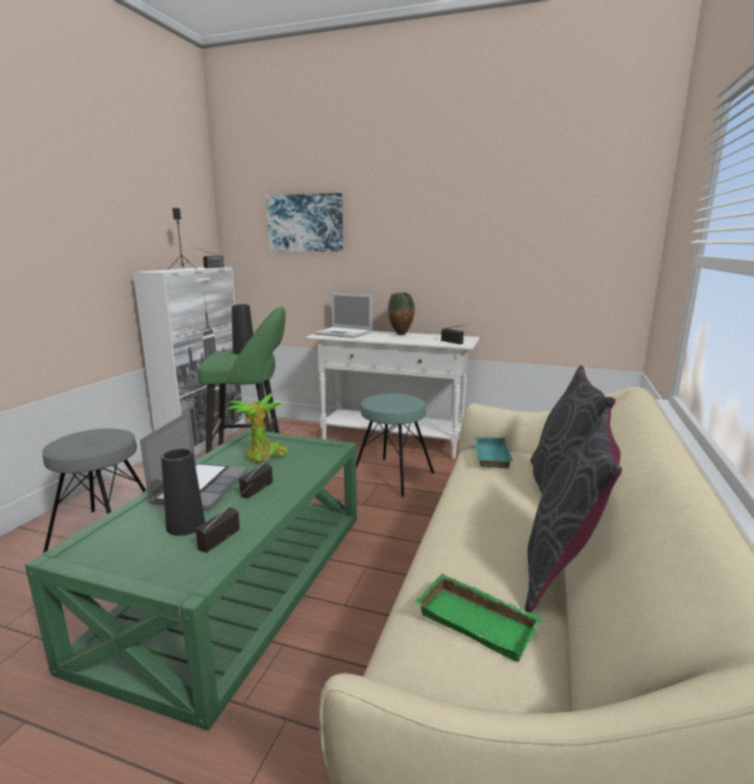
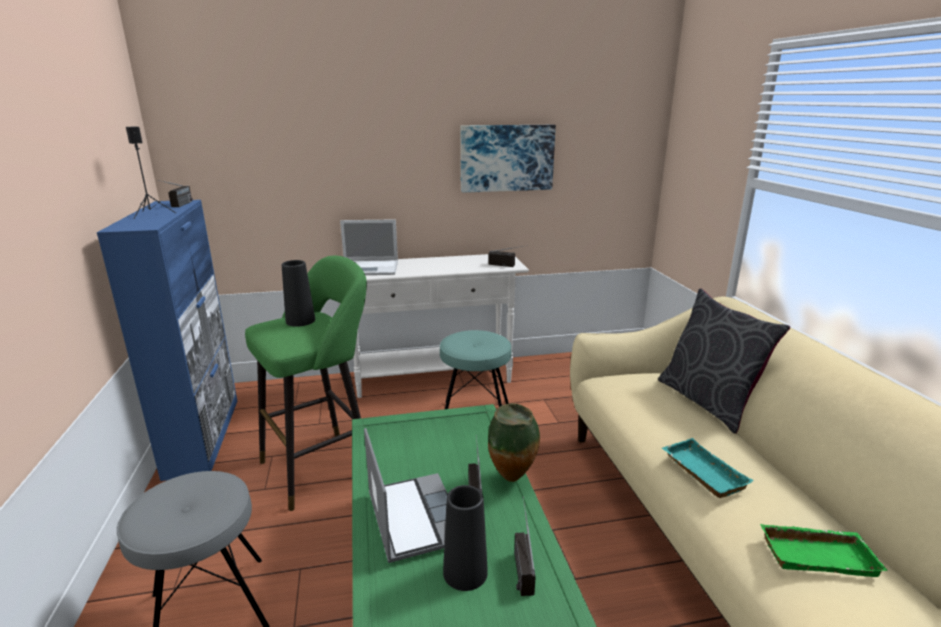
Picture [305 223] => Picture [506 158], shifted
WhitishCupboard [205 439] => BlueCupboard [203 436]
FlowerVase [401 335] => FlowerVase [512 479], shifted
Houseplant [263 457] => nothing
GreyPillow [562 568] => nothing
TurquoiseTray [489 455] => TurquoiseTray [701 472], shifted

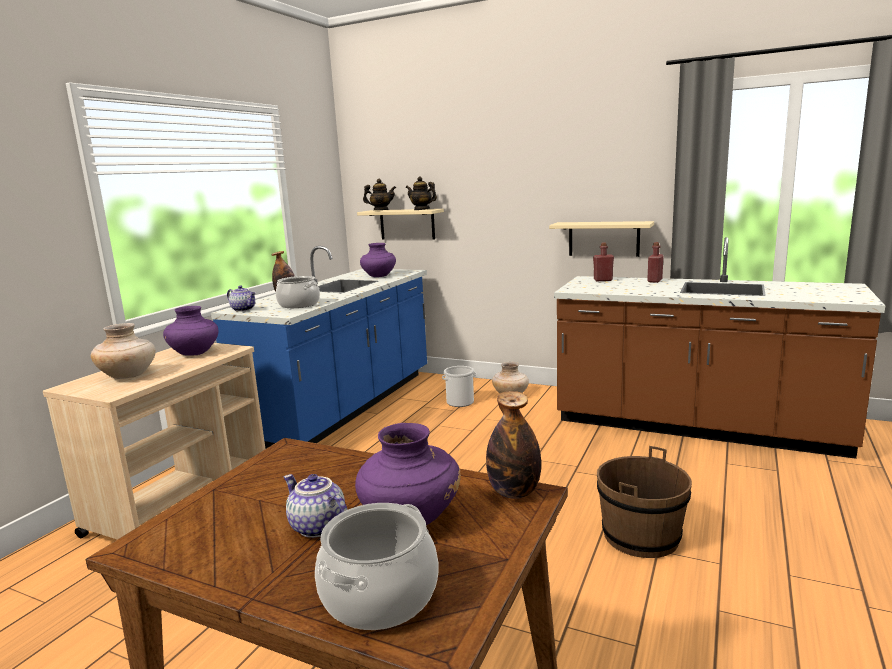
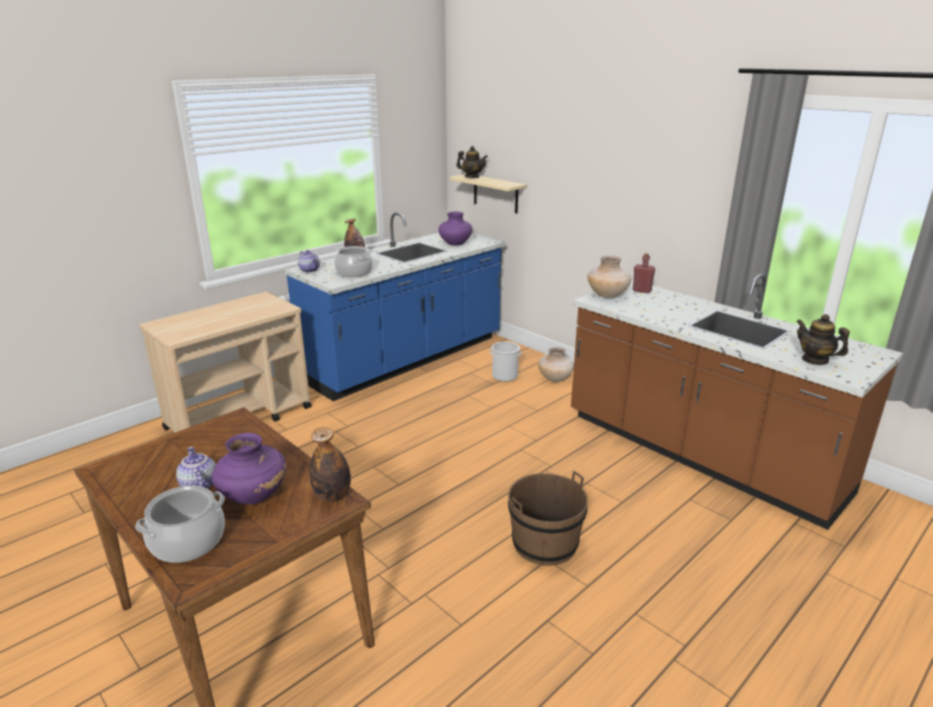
PotForTea [421 209] => PotForTea [815 360], shifted
BeigeBracketShelf [603 239] => nothing
RedColouredBottle [654 281] => nothing
PurpleColouredFlowerVase [195 353] => nothing
BeigeFlowerVase [129 376] => BeigeFlowerVase [607 295], shifted

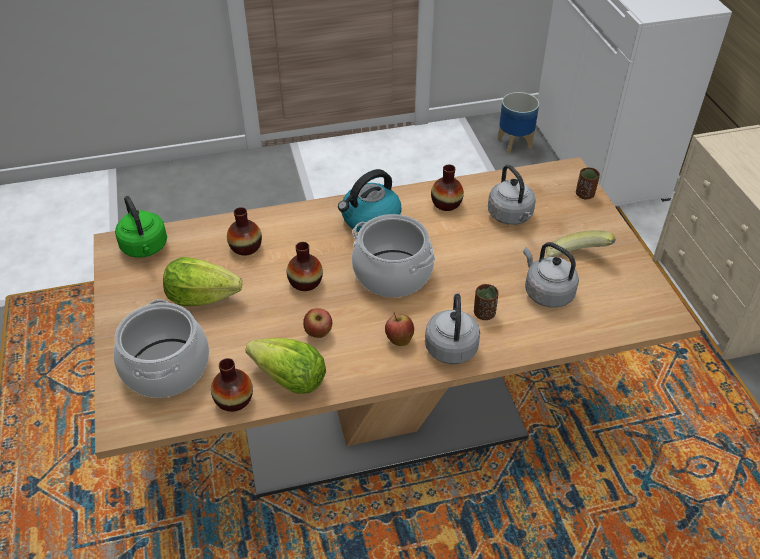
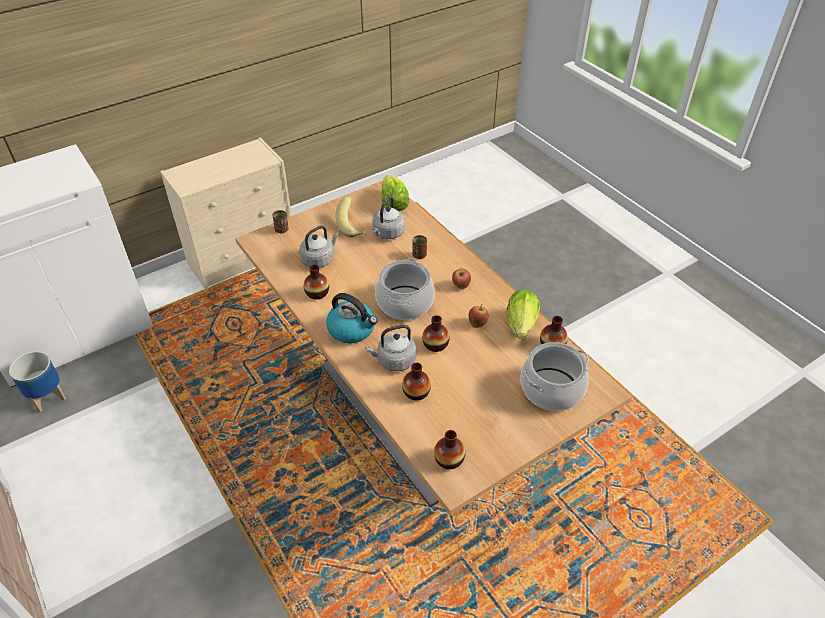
GreenColouredTeaKettle [145 248] => FlowerVase [449 459]
Lettuce [201 297] => Lettuce [393 204], shifted
GreyTeaKettle [451 346] => GreyTeaKettle [394 361], shifted

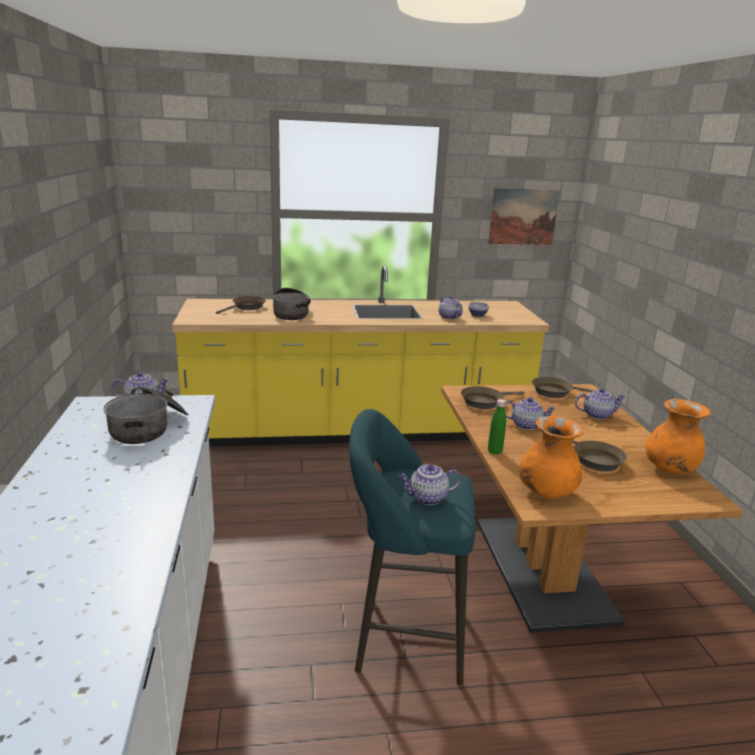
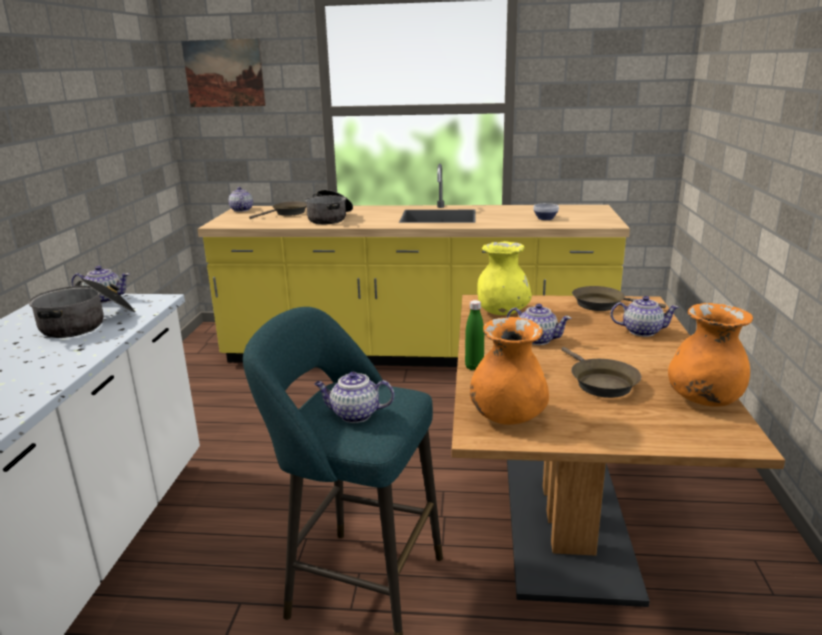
Picture [523 216] => Picture [224 73], shifted
PotForTea [449 317] => PotForTea [241 210], shifted
BrownPan [484 402] => YellowFlowerVase [502 312]

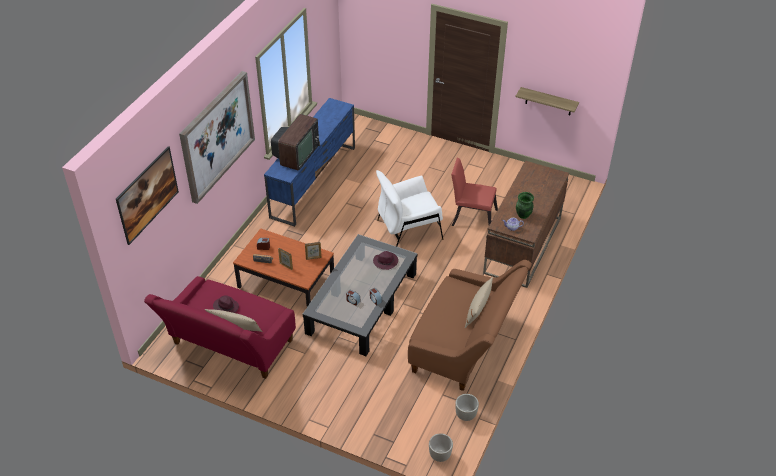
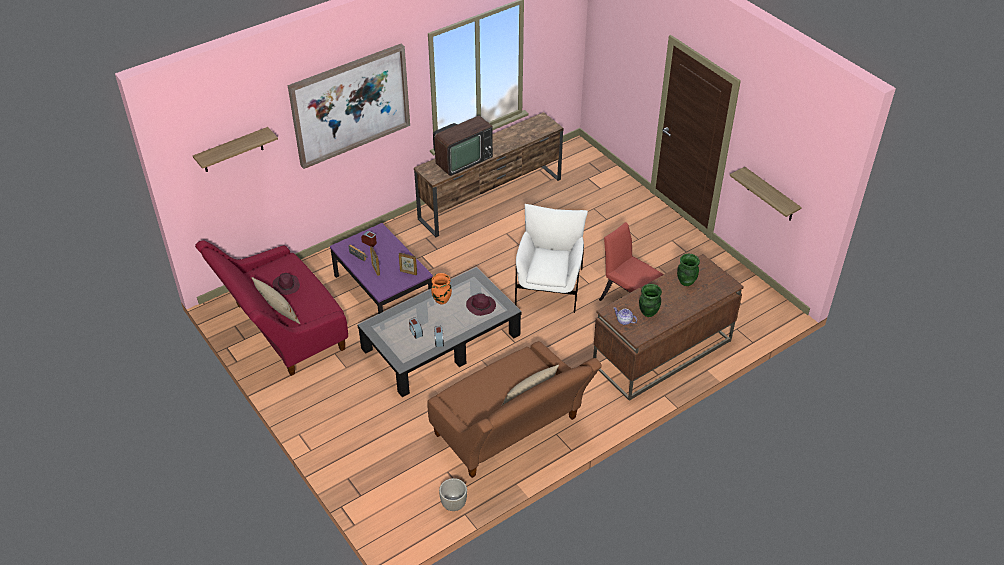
BlueMediaConsole [314 181] => BrownMediaConsole [491 199]
Picture [150 206] => BracketShelf [232 150]
WhitishArmchair [409 230] => WhitishArmchair [549 286], 90 degrees clockwise
BrownCoffeeTable [285 282] => PurpleColouredCoffeeTable [383 290]
GreyPlantPot [439 455] => nothing
nothing => GreenColouredFlowerVase [686 281]
nothing => OrangeColouredFlowerVase [441 300]

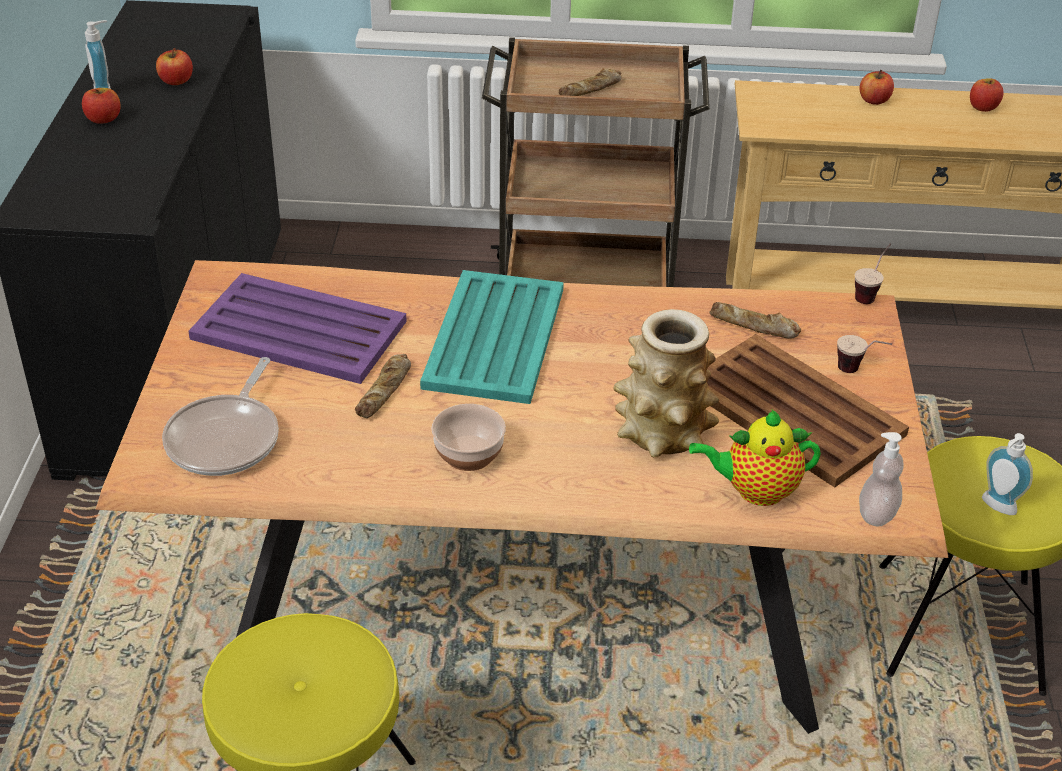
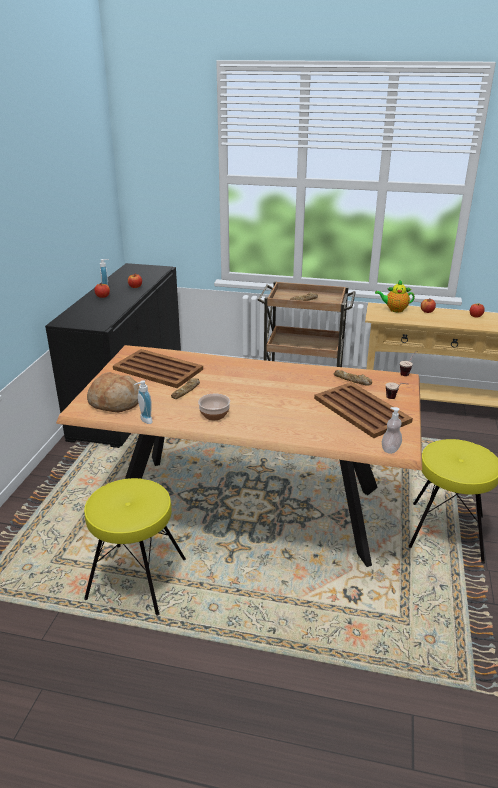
TurquoiseTray [495 336] => nothing
PurpleColouredTray [297 329] => BrownTray [157 369]
FlowerVase [662 432] => nothing
Pan [226 438] => BakeryBread [115 402]
PotForTea [755 491] => PotForTea [394 309], shifted
LiquidSoapBottle [996 507] => LiquidSoapBottle [144 420], shifted

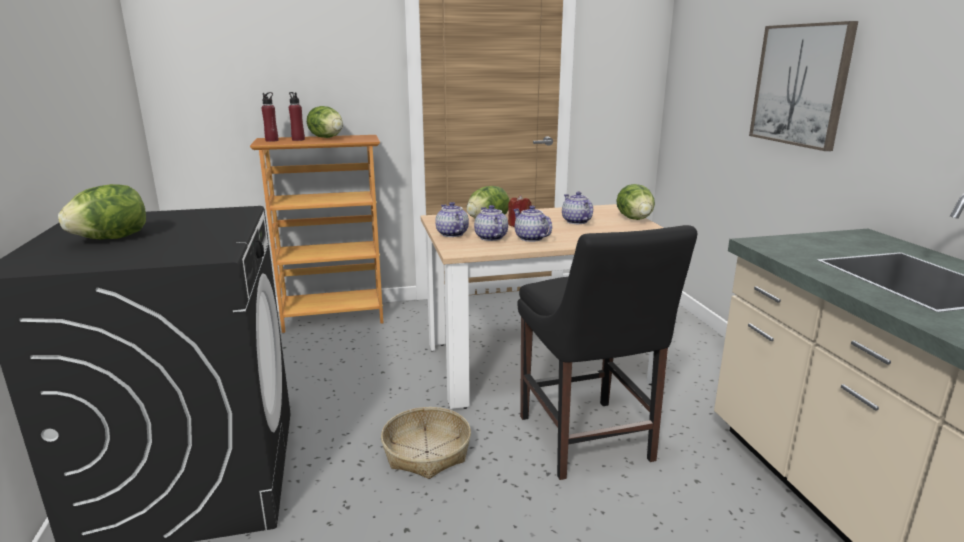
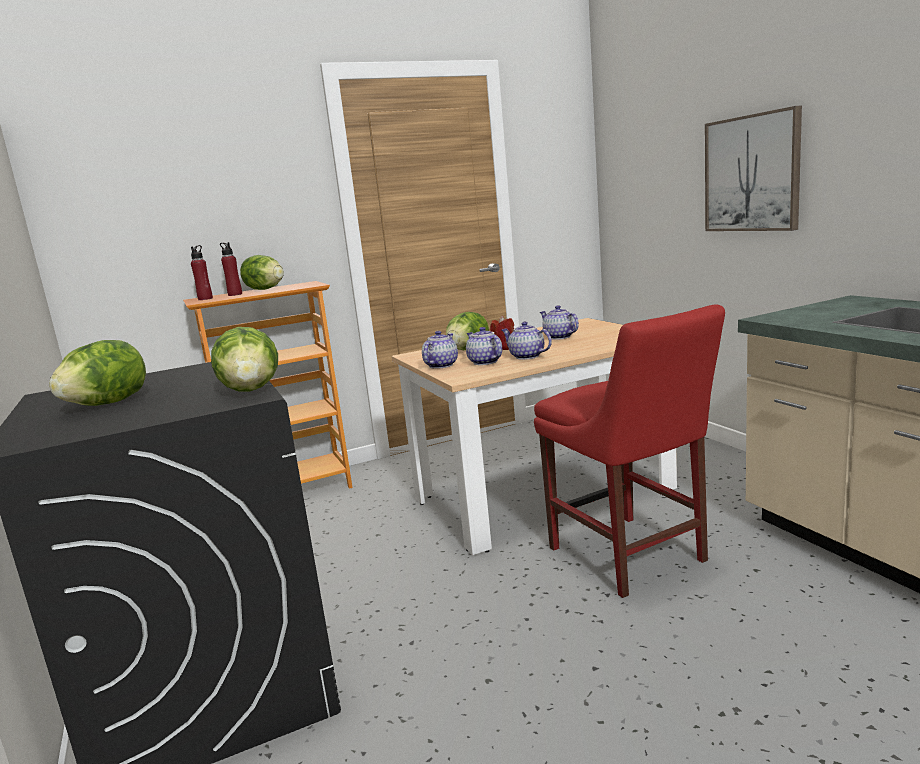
Lettuce [635 219] => Lettuce [251 390], shifted
PotForTea [451 234] => PotForTea [440 365], 60 degrees clockwise
BlackColouredPlainChair [587 442] => RedColouredPlainChair [630 557]
StorageBasket [426 452] => nothing

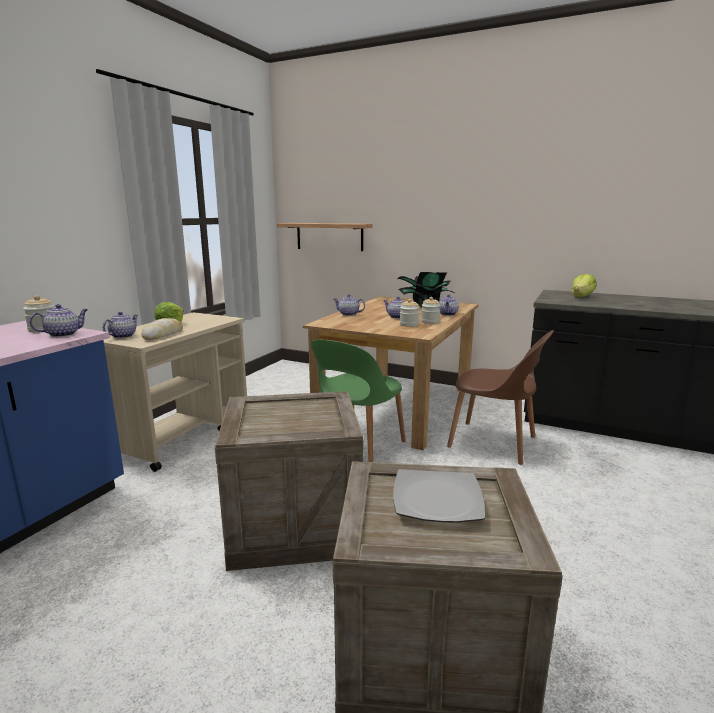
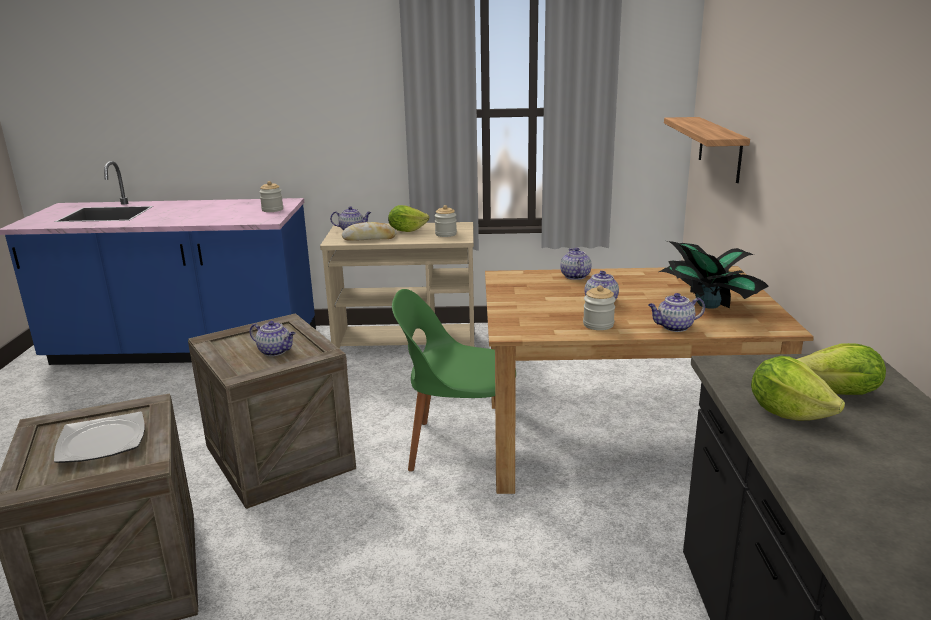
PreserveJar [409 324] => PreserveJar [446 234], shifted
PotForTea [63 334] => PotForTea [275 351], shifted
BrownPlainChair [495 443] => nothing
nothing => Lettuce [788 413]

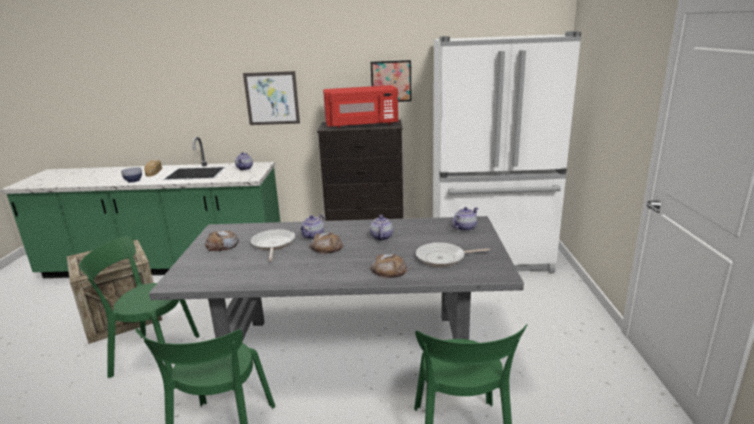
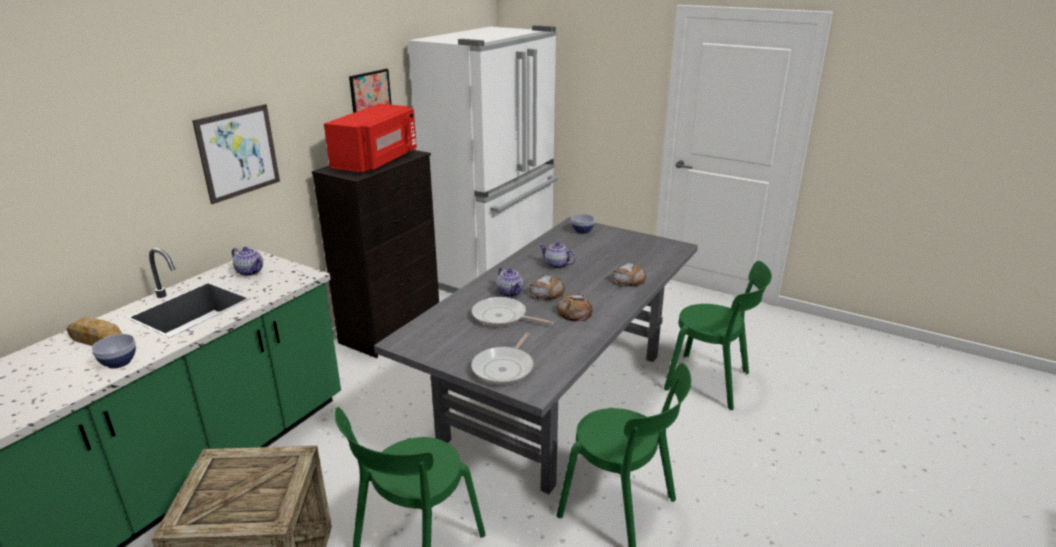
PotForTea [464 228] => DeepDish [582 231]
BakeryBread [222 245] => BakeryBread [574 312], shifted
Pan [443 258] => Pan [505 368], shifted

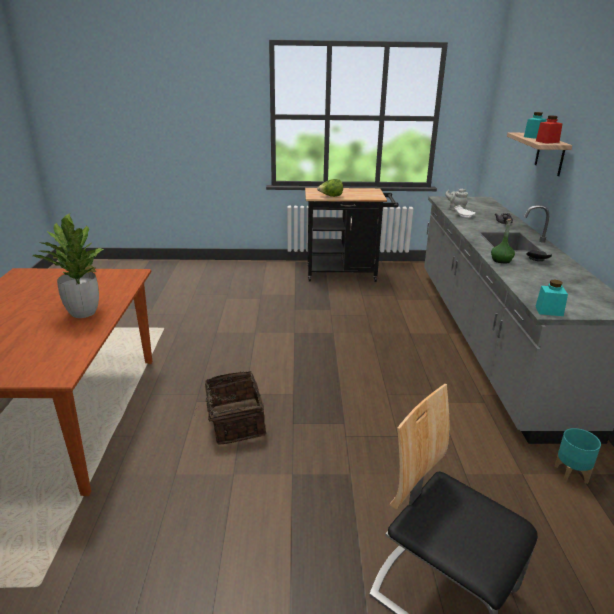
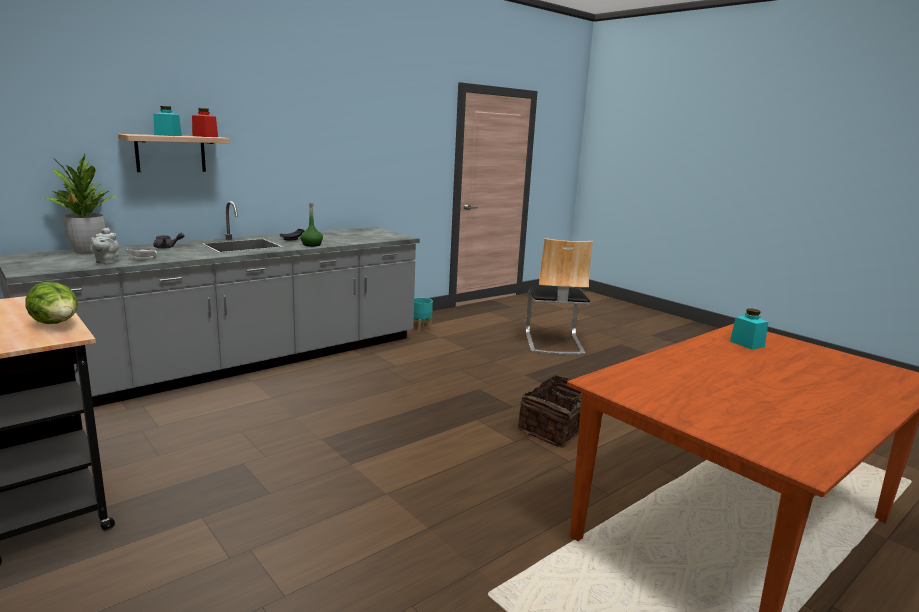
Houseplant [83 313] => Houseplant [88 252], shifted
TurquoisePreserveJar [549 311] => TurquoisePreserveJar [747 344], shifted

